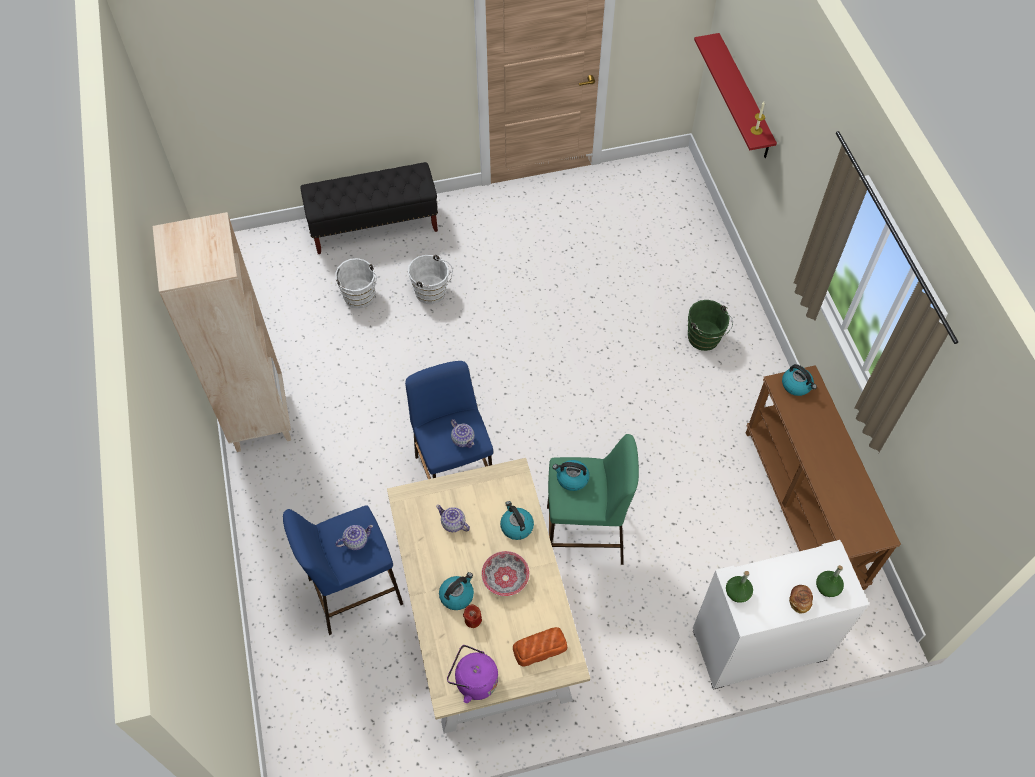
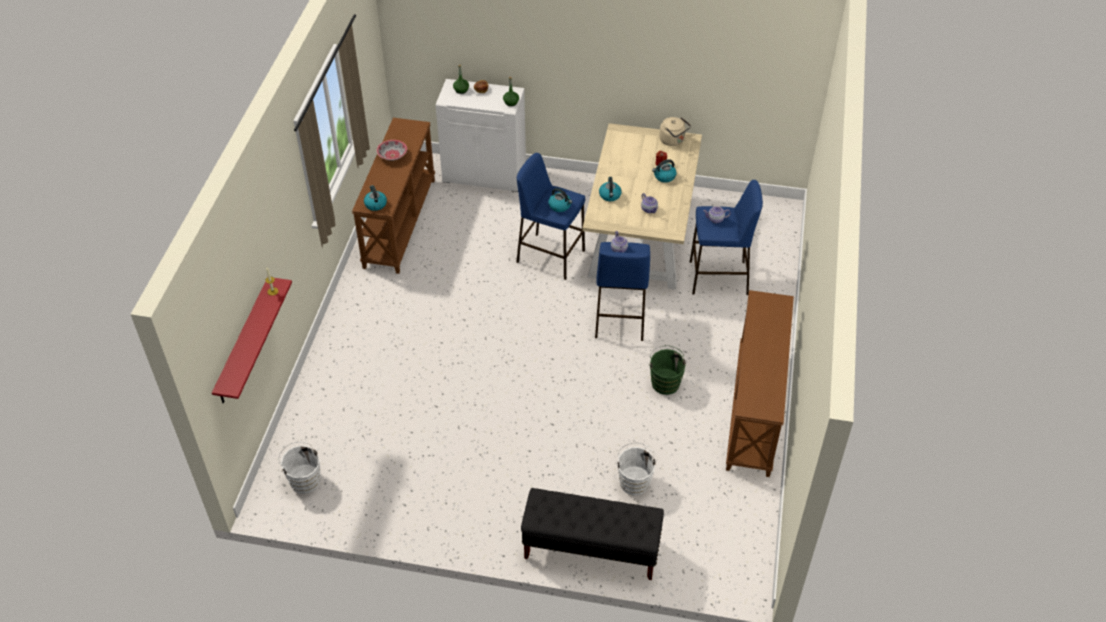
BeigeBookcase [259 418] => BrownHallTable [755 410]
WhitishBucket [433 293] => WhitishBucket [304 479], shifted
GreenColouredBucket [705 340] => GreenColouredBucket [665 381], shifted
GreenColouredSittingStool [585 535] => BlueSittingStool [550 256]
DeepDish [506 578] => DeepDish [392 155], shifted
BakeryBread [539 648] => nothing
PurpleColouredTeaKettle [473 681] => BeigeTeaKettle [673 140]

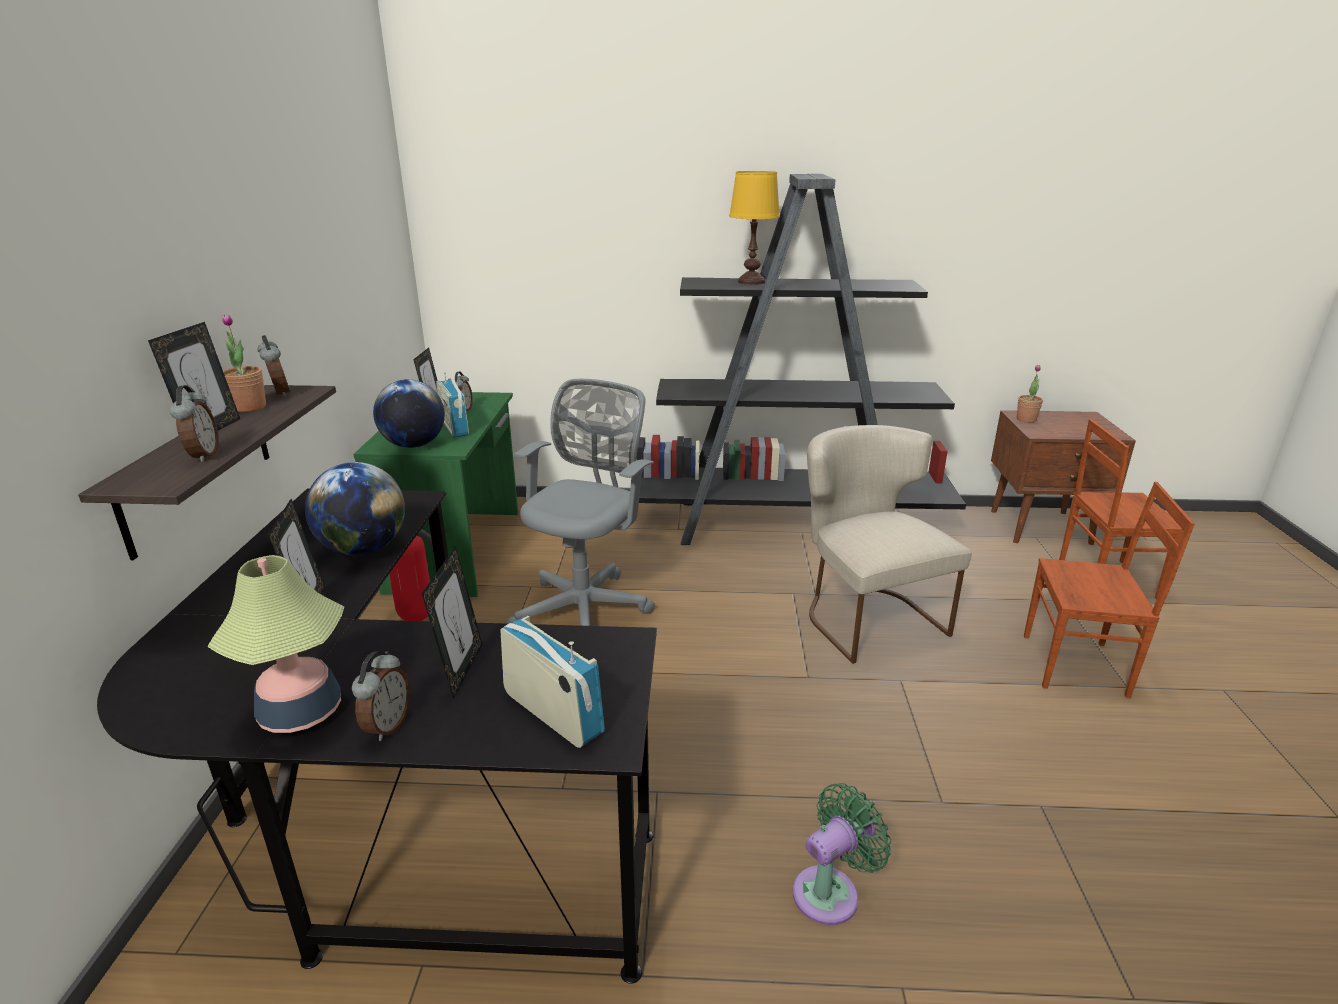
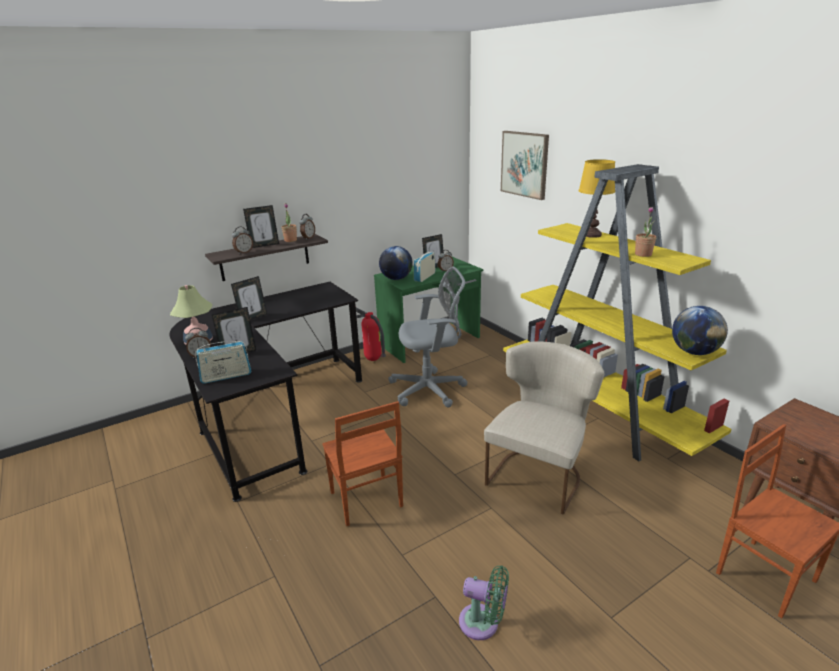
BlackColouredBookcase [789 525] => YellowBookcase [598 411]
Houseplant [1026 420] => Houseplant [643 254], shifted
Globe [364 549] => Globe [694 352], shifted
BrownPlainChair [1076 666] => BrownPlainChair [365 500], shifted
Radio [553 713] => Radio [226 376], 60 degrees clockwise
GreenColouredCoolingFan [831 891] => GreenColouredCoolingFan [483 623], shifted
nothing => Picture [524 164]

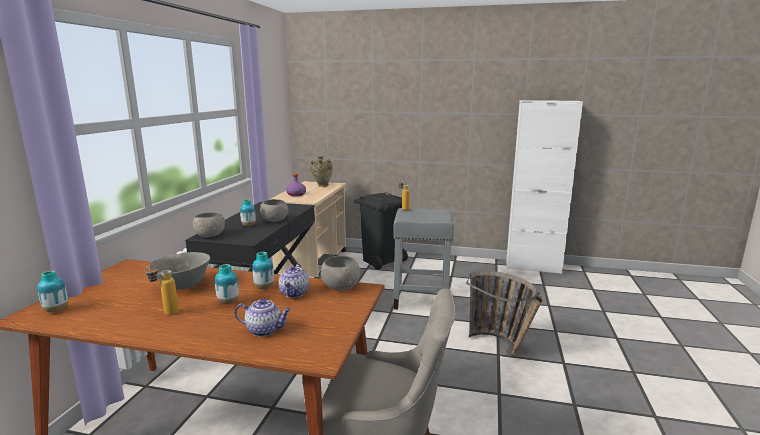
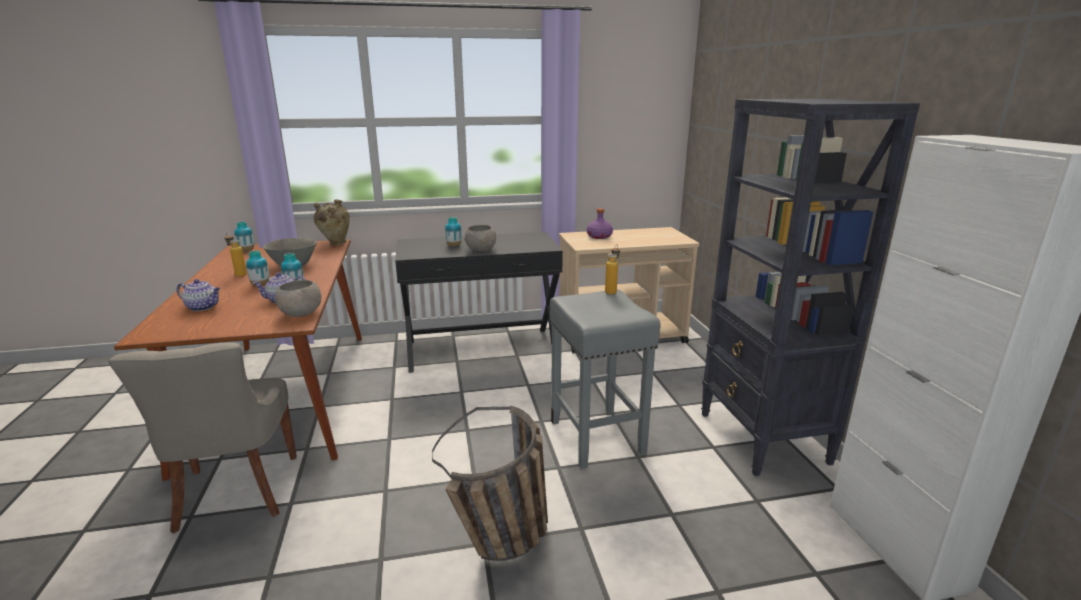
BeigeFlowerVase [322 186] => BeigeFlowerVase [335 243], shifted
BlackColouredTrashCan [382 260] => nothing
GreyDeepDish [211 235] => nothing
PotForTea [265 330] => PotForTea [203 307], 60 degrees counterclockwise
nothing => BlackColouredBookcase [763 438]

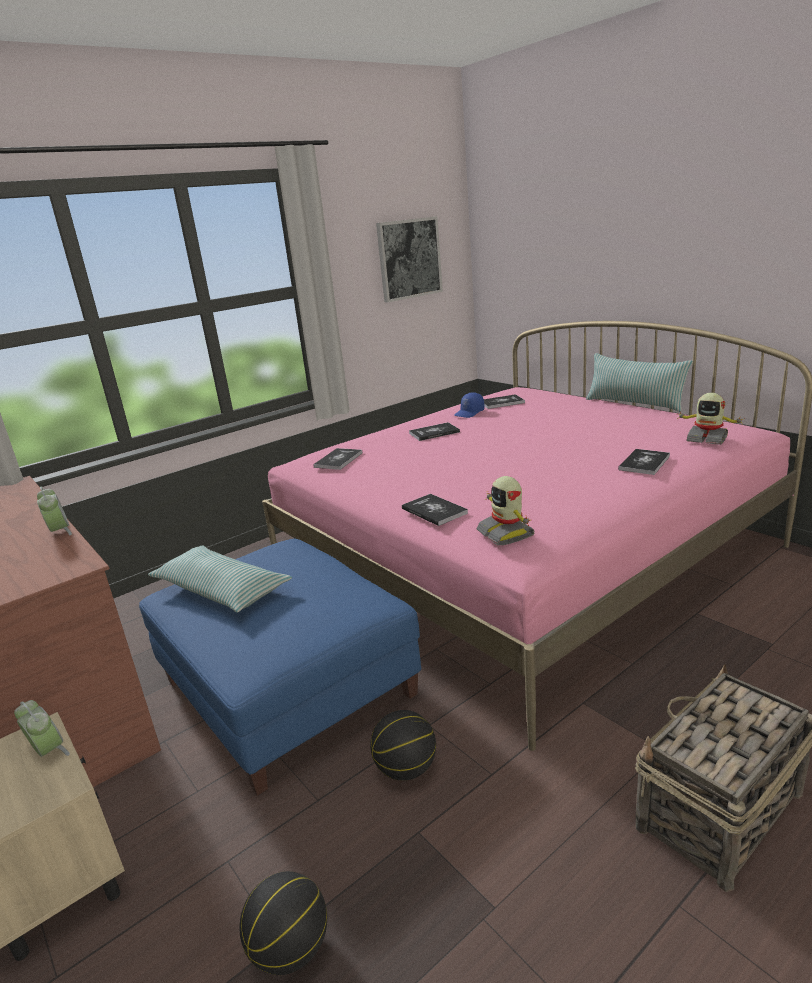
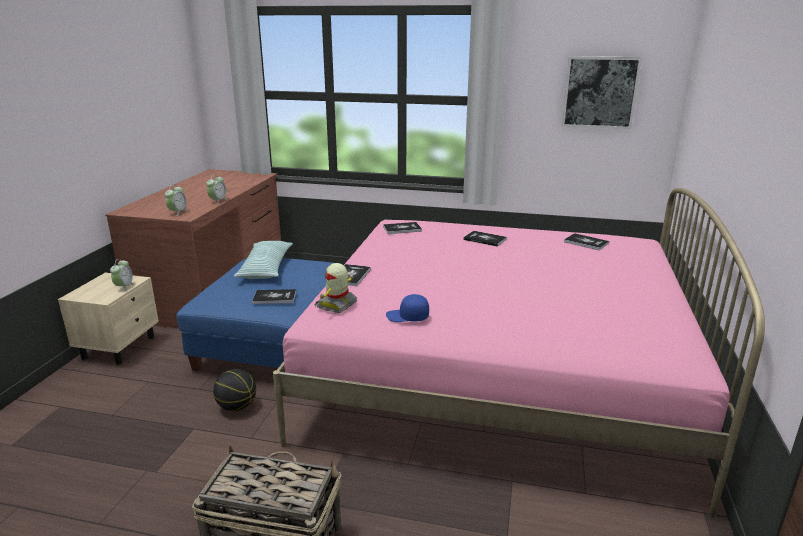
Pillow [635 403] => nothing
BluePeakedCap [469 413] => BluePeakedCap [407 317], shifted
RobotFigure [707 439] => nothing
BoundBook [644 463] => BoundBook [274 297], shifted
BallForBasketball [290 948] => nothing
nothing => BedsideClock [177 212]

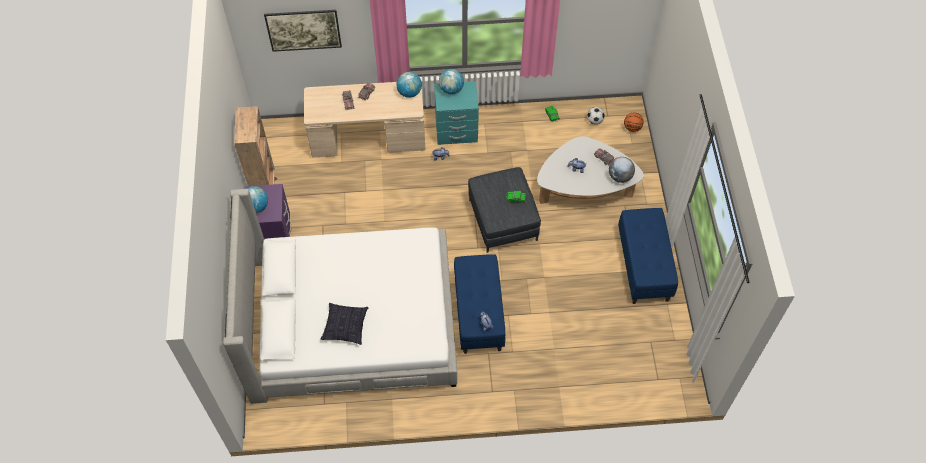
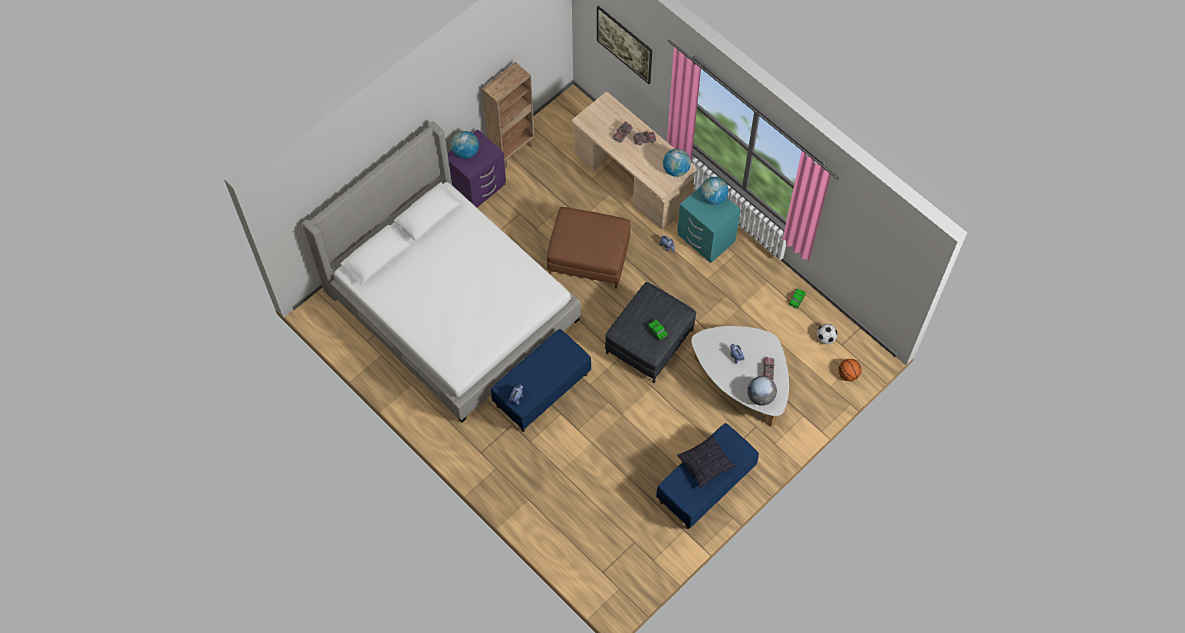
Pillow [345 326] => Pillow [706 463], shifted
nothing => BrownOttoman [589 257]

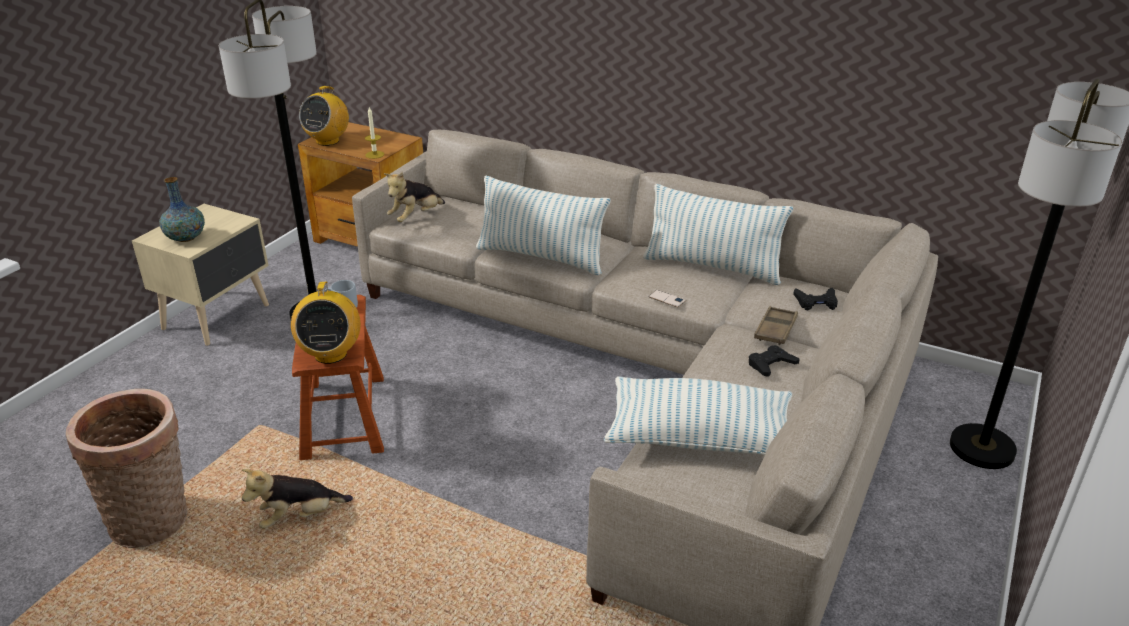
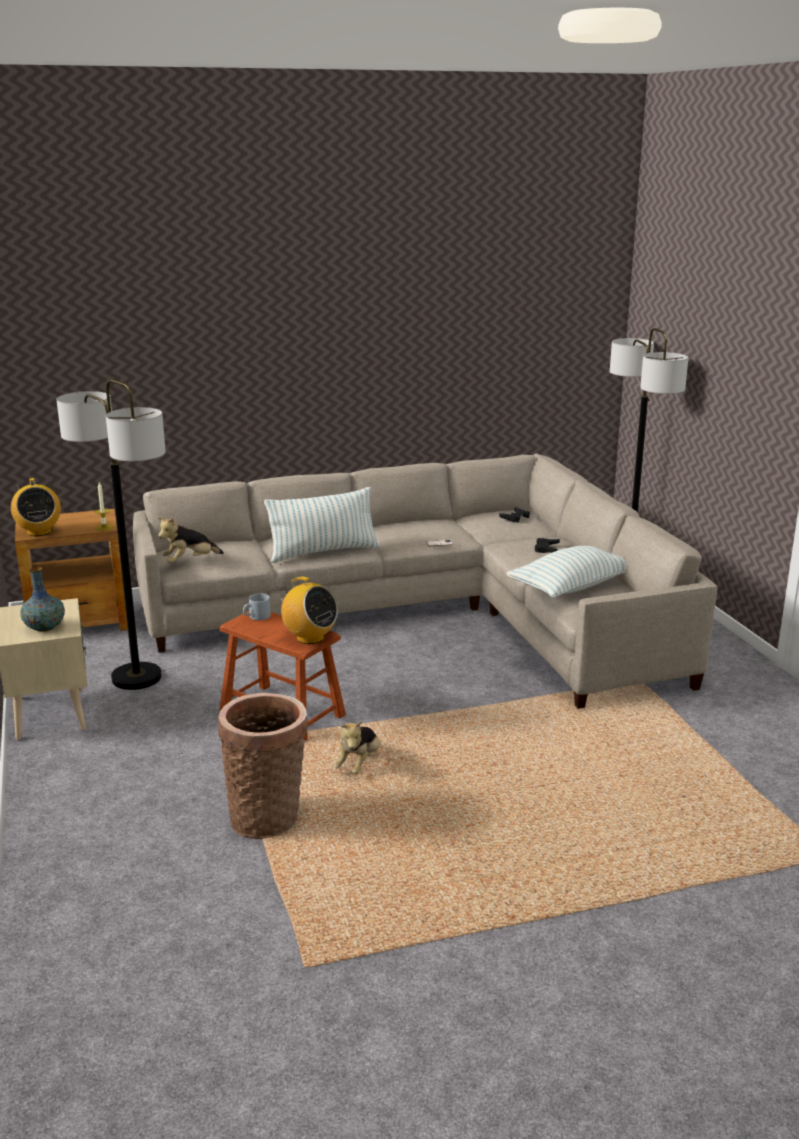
PlushToy [416 217] => PlushToy [190 561], 60 degrees clockwise
Pillow [712 267] => nothing
BrownTray [775 330] => nothing

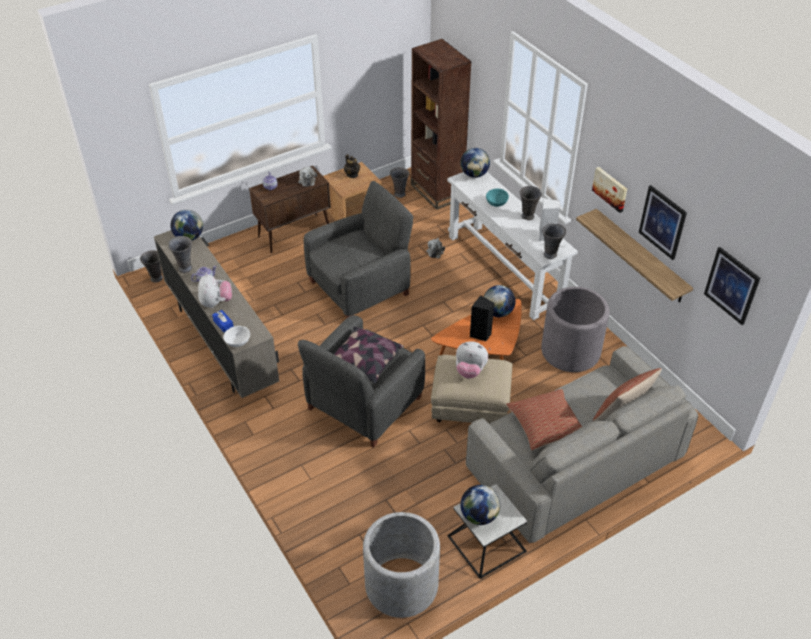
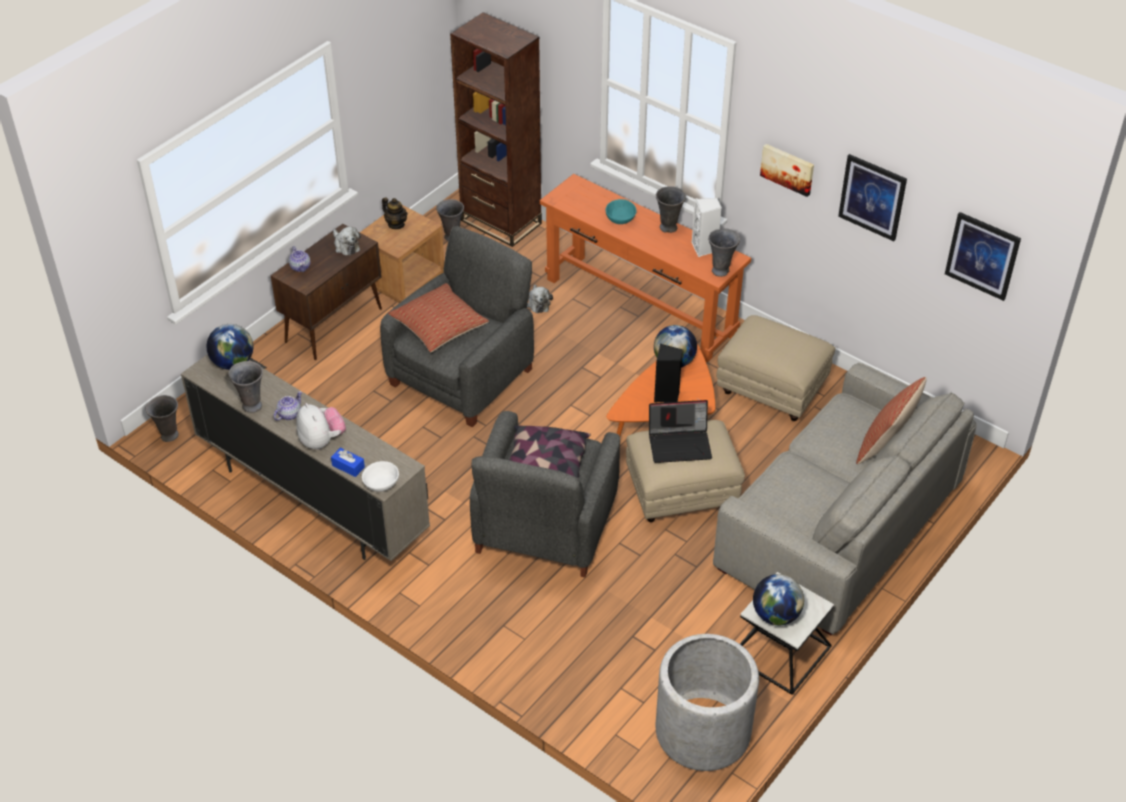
Globe [474 174] => nothing
WhitishHallTable [504 270] => OrangeColouredHallTable [640 306]
BracketShelf [640 256] => nothing
GreyPlantPot [570 351] => BeigeOttoman [770 389]
PlushToy [470 371] => PortableComputer [680 444]
Pillow [545 426] => Pillow [439 327], shifted

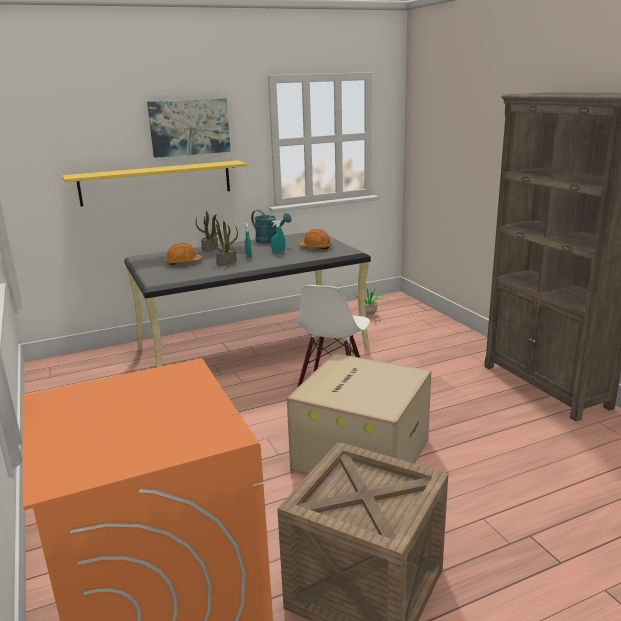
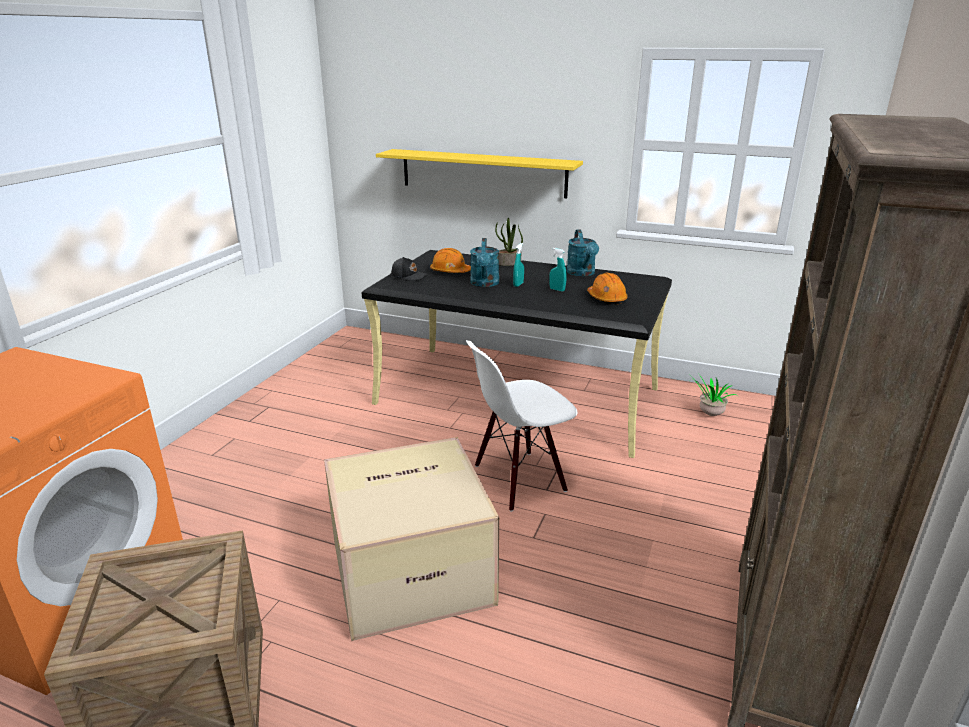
Picture [189 127] => nothing
Houseplant [226 261] => TurquoiseSprinklingCan [485 284]
nothing => BlackColouredPeakedCap [409 276]

